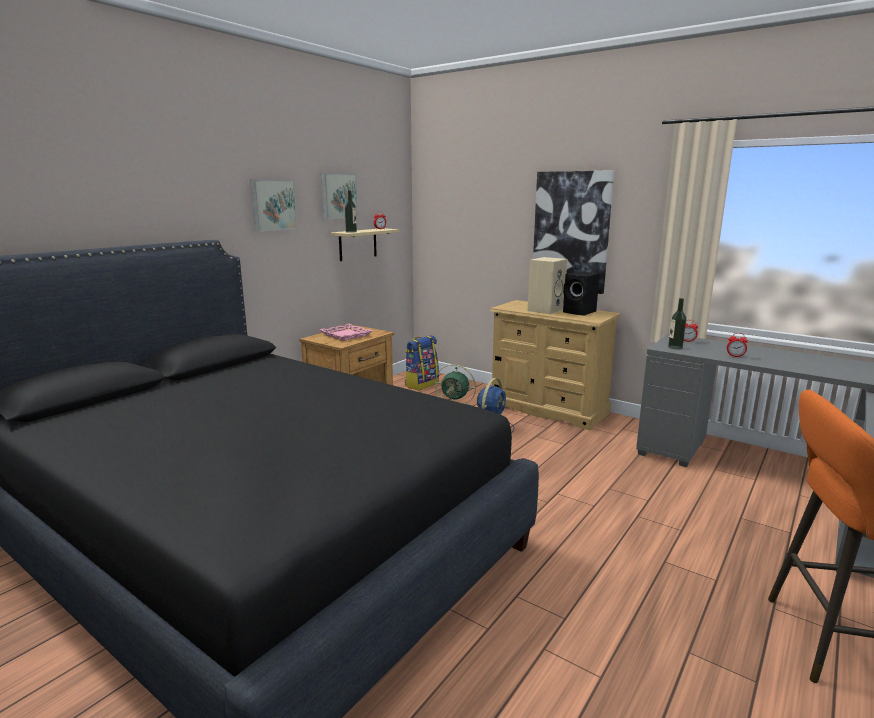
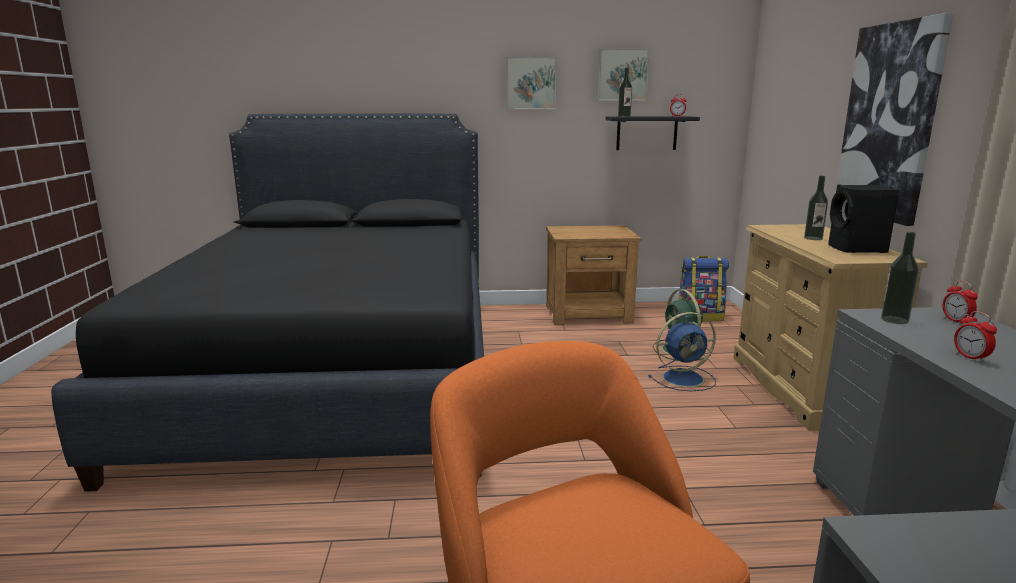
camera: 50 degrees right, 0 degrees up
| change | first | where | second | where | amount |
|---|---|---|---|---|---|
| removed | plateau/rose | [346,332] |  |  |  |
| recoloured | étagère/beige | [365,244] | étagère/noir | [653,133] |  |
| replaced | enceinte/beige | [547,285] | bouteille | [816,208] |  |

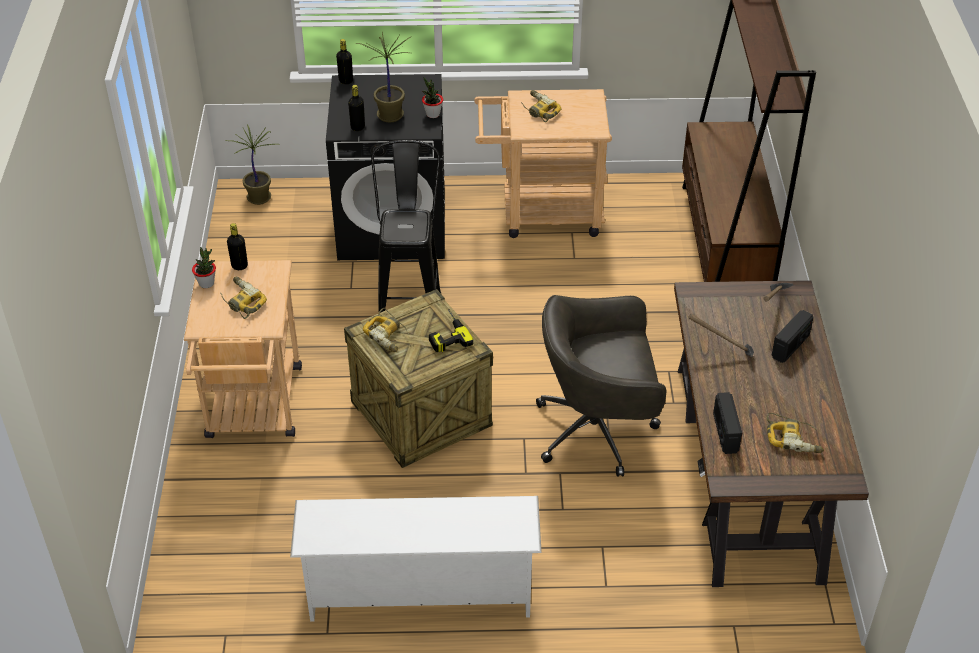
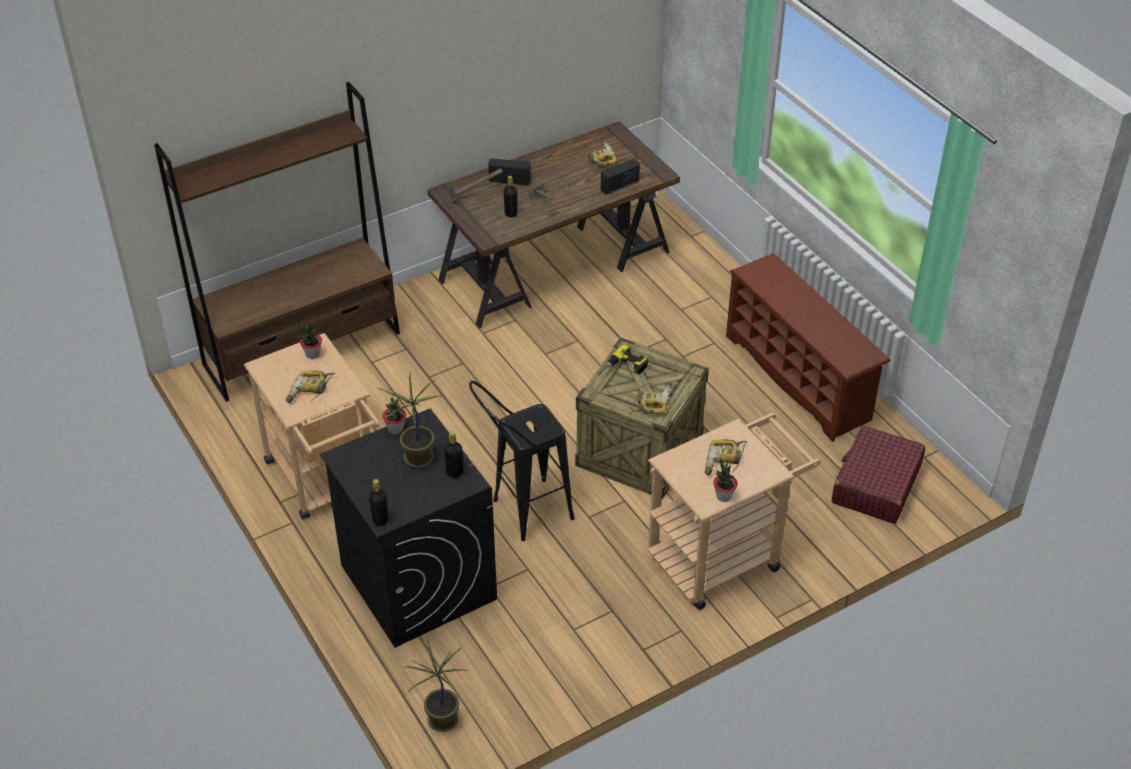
camera: 120 degrees left, 0 degrees up
| change | first | where | second | where | amount |
|---|---|---|---|---|---|
| moved | bouteille/noir | [237,246] |  | [510,196] |  |
| recoloured | étagère à chaussures/blanc | [416,558] | étagère à chaussures/marron | [808,347] |  |
| removed | chaise de bureau/gris | [601,386] |  |  |  |
| added |  |  | plante en pot | [310,341] |  |
| added |  |  | valise/rouge | [879,475] |  |

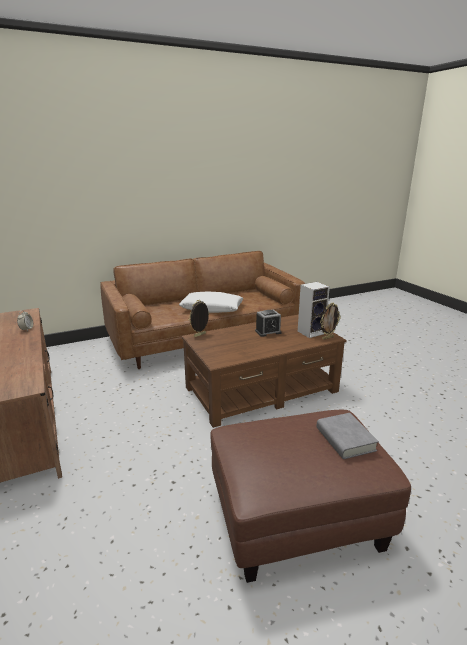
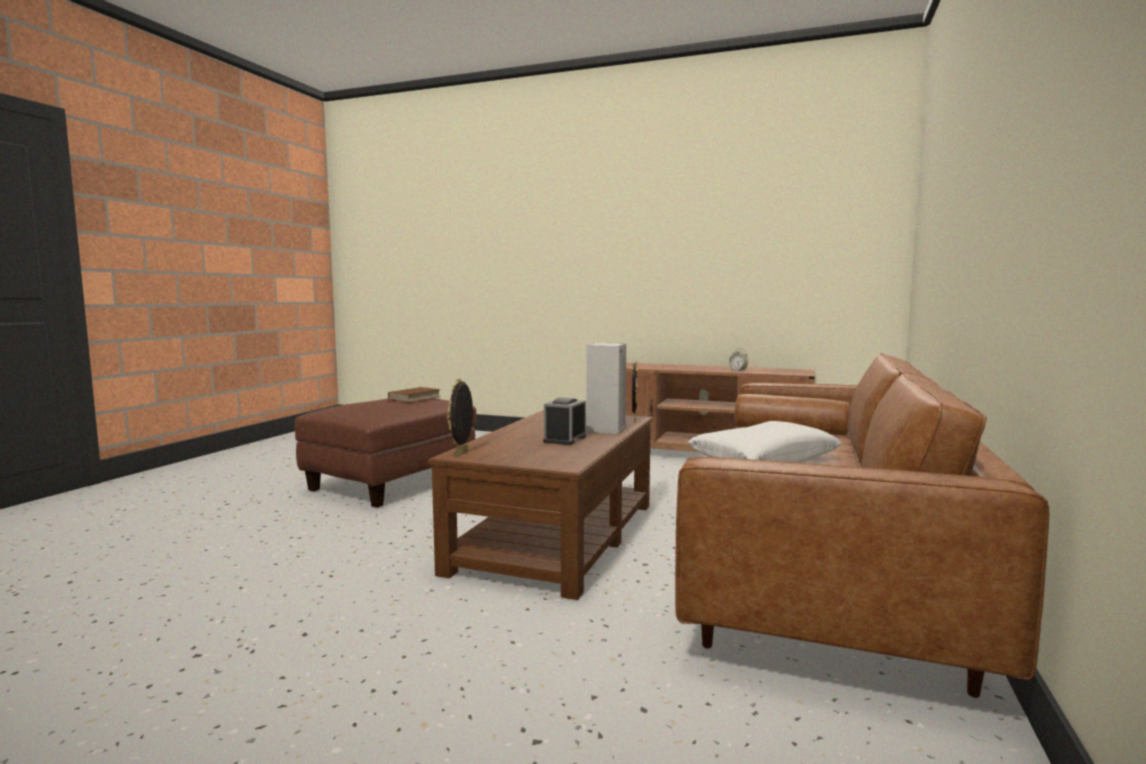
camera: 135 degrees right, 15 degrees down
| change | first | where | second | where | amount |
|---|---|---|---|---|---|
| moved | enceinte | [314,310] |  | [606,388] |  |
| removed | livre/gris | [348,436] |  |  |  |
| added |  |  | livre/marron | [414,395] |  |

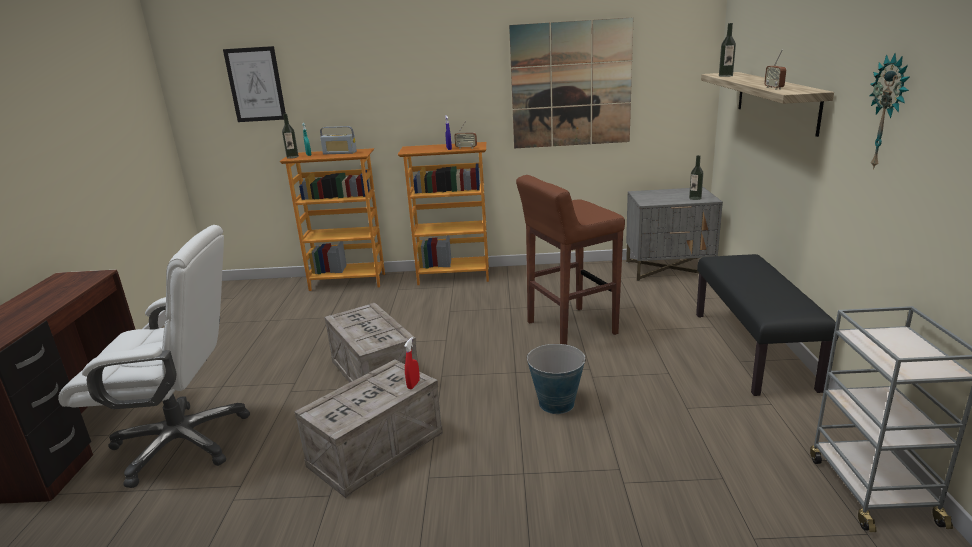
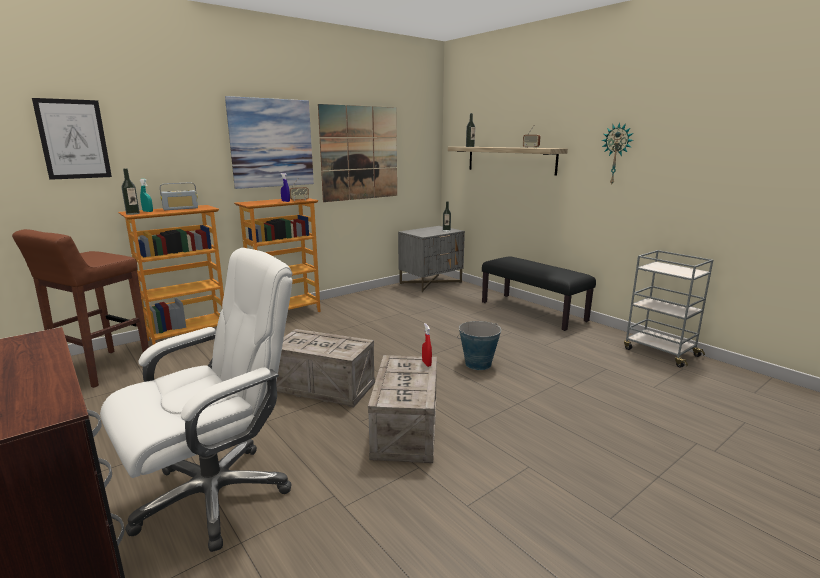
camera: 40 degrees left, 5 degrees down
| change | first | where | second | where | amount |
|---|---|---|---|---|---|
| moved | tabouret/marron | [570,260] |  | [80,308] |  |
| added |  |  | tableau | [269,142] |  |

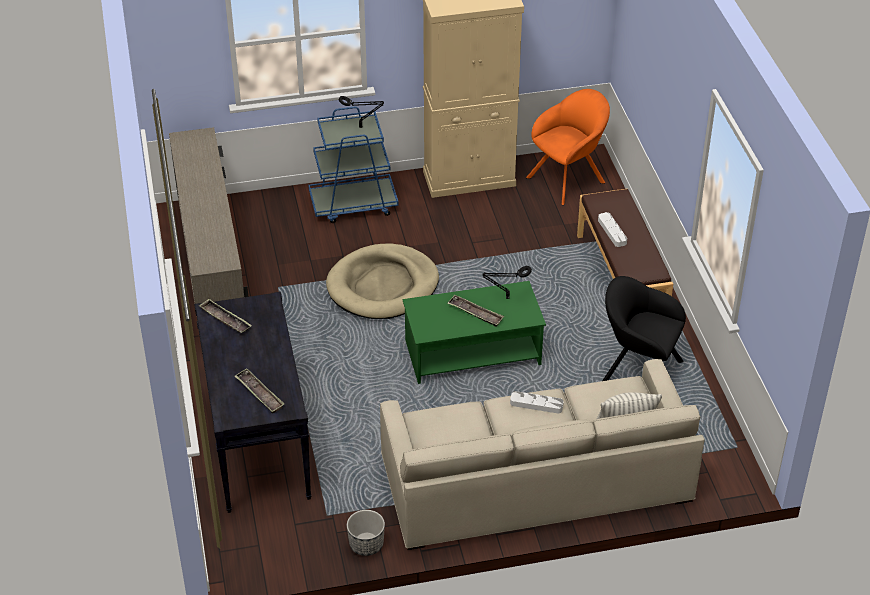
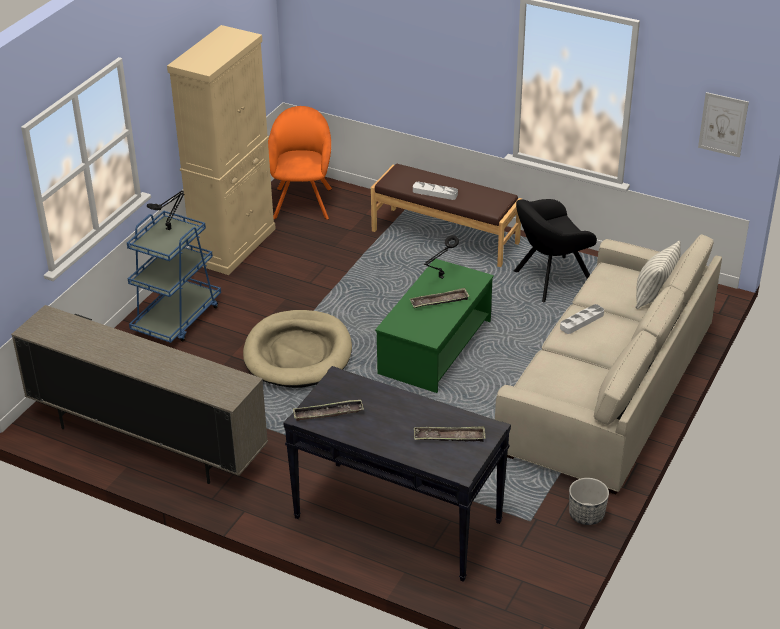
camera: 50 degrees left, 5 degrees down
| change | first | where | second | where | amount |
|---|---|---|---|---|---|
| added |  |  | tableau | [723,124] |  |

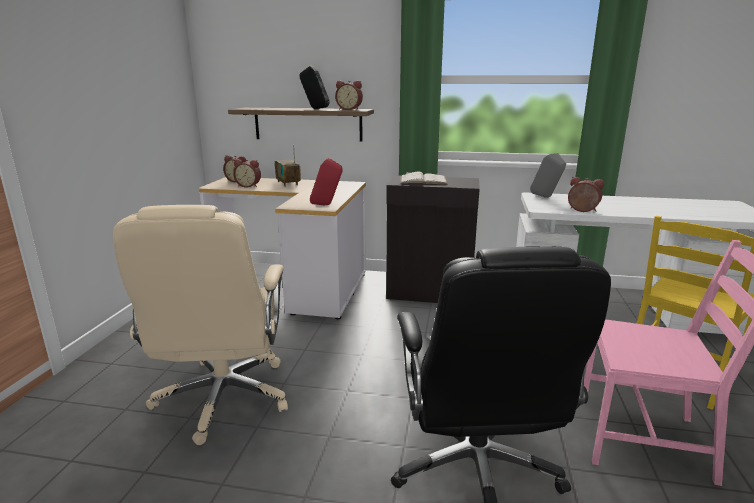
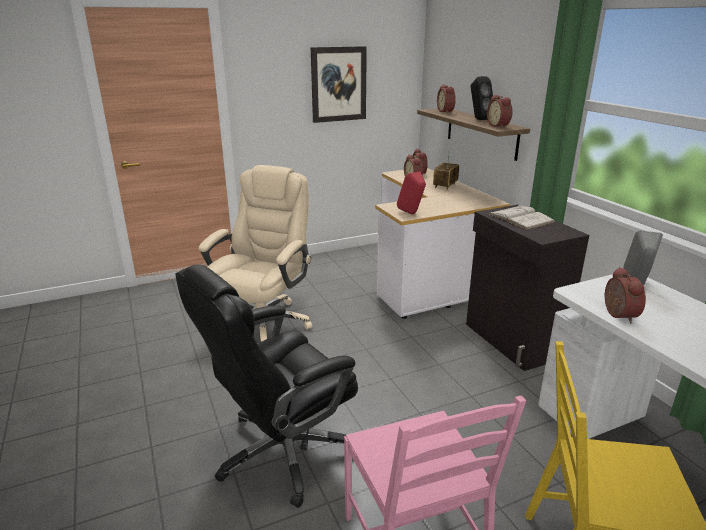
camera: 55 degrees right, 5 degrees up
| change | first | where | second | where | amount |
|---|---|---|---|---|---|
| turned | chaise de bureau/beige | [200,325] |  | [255,253] | 150 degrees clockwise |
| added |  |  | tableau | [339,84] |  |
| added |  |  | réveil | [446,99] |  |

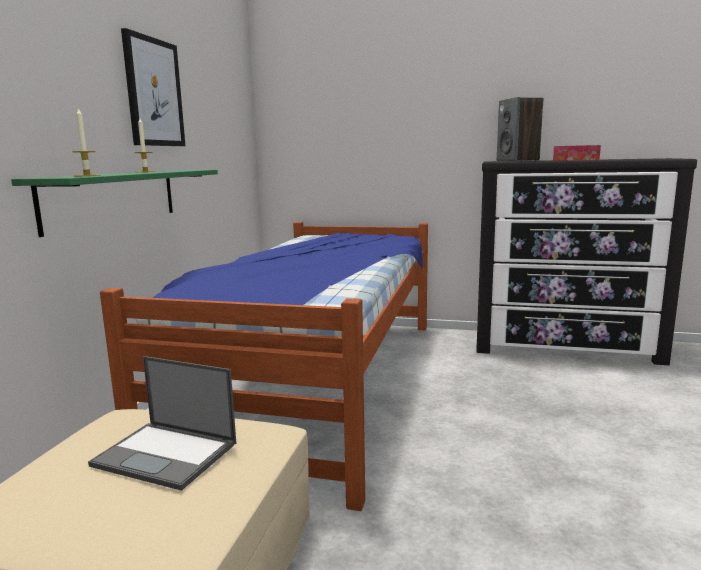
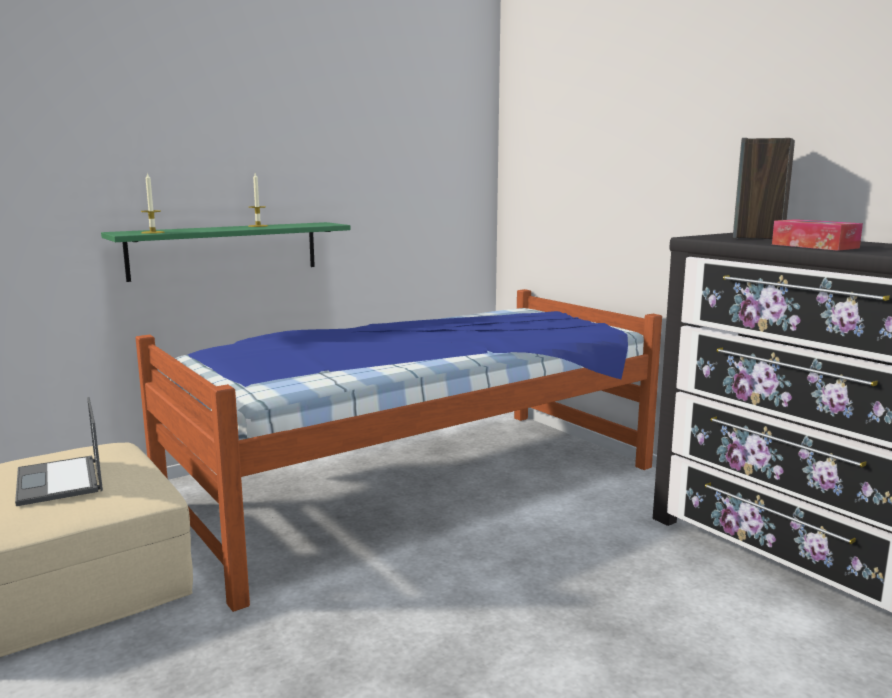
camera: 40 degrees right, 0 degrees up
| change | first | where | second | where | amount |
|---|---|---|---|---|---|
| removed | tableau | [153,87] |  |  |  |

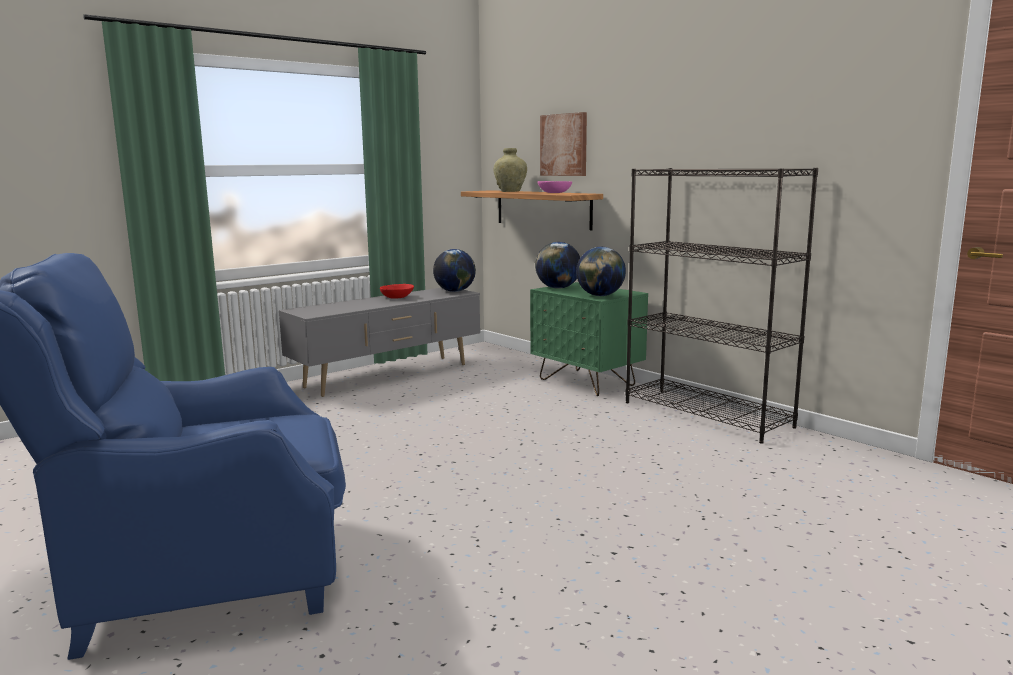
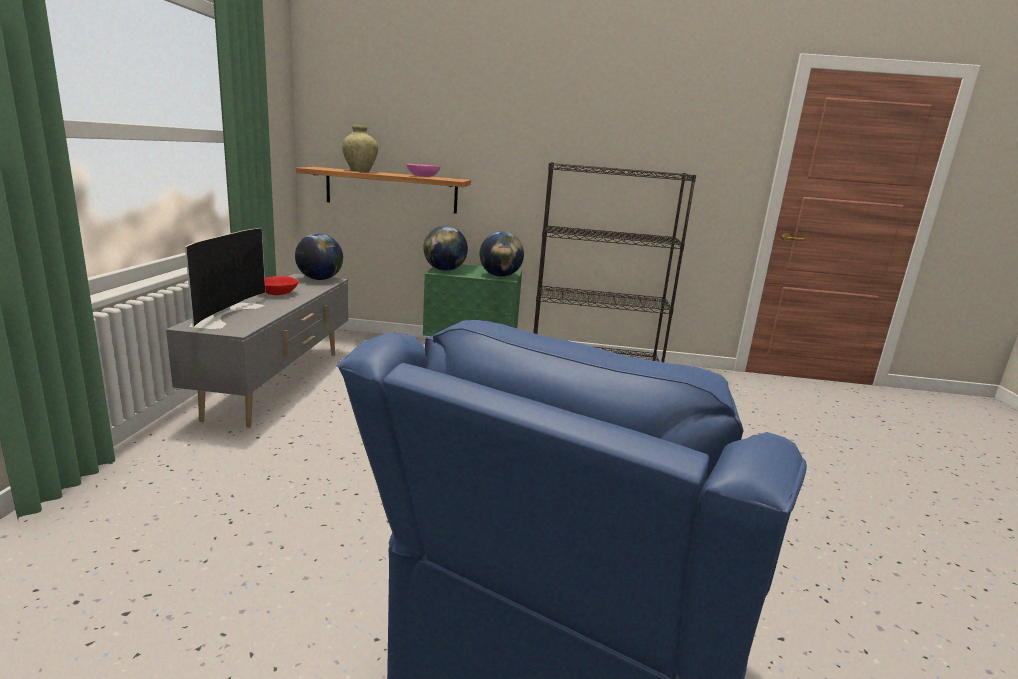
camera: 45 degrees left, 5 degrees up
| change | first | where | second | where | amount |
|---|---|---|---|---|---|
| removed | tableau | [563,144] |  |  |  |
| added |  |  | téléviseur | [225,278] |  |

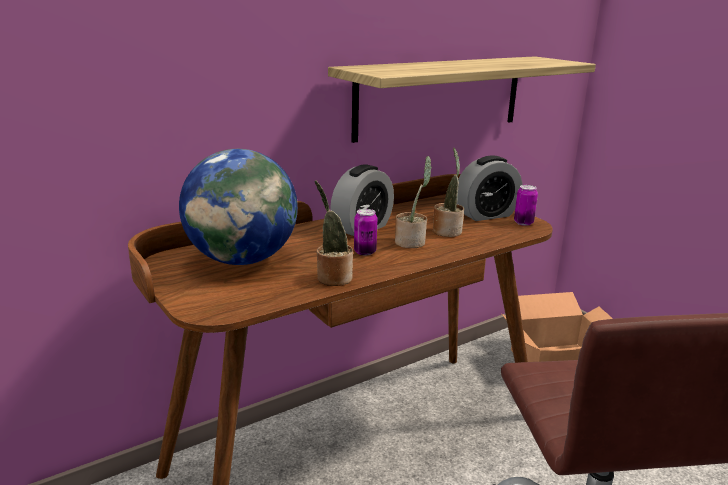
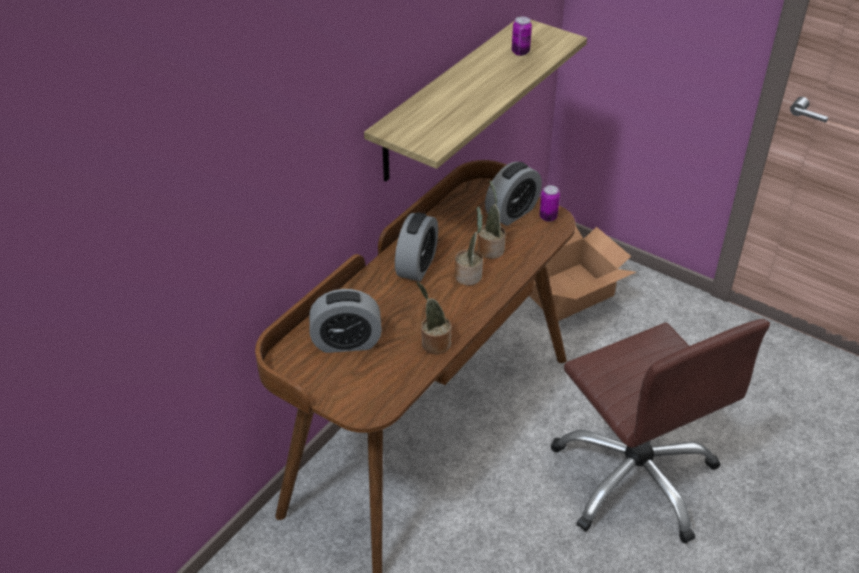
camera: 20 degrees left, 20 degrees up
| change | first | where | second | where | amount |
|---|---|---|---|---|---|
| replaced | globe | [238,207] | réveil | [345,321] |  |
| moved | boîte métallique | [365,232] |  | [522,36] |  |

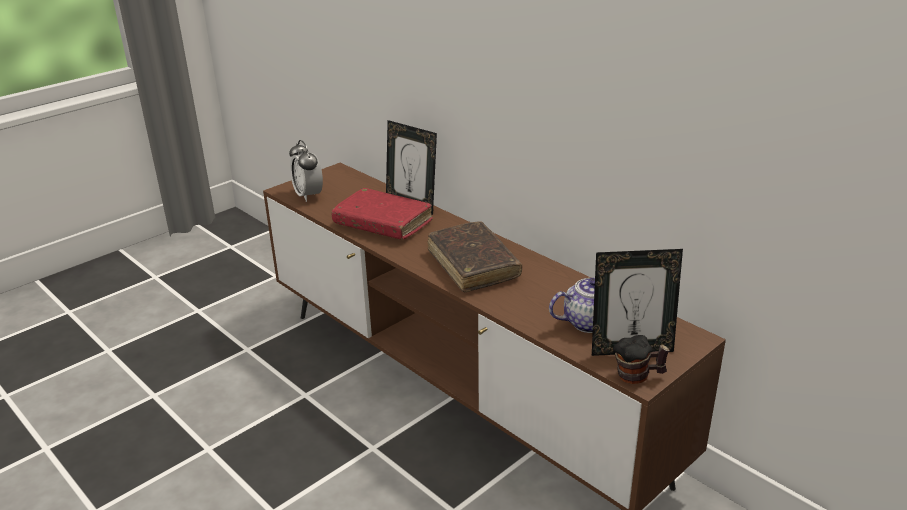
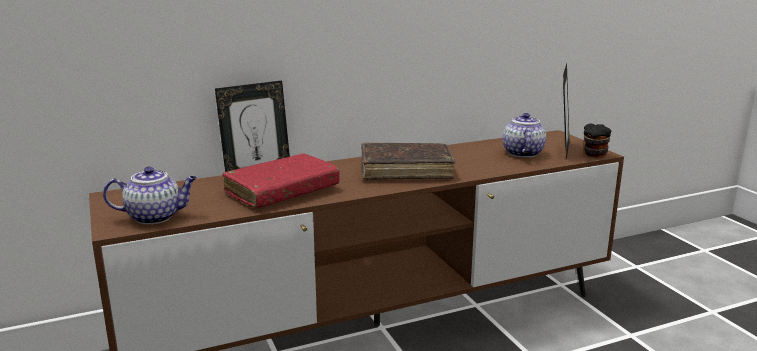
camera: 70 degrees left, 10 degrees down
| change | first | where | second | where | amount |
|---|---|---|---|---|---|
| replaced | réveil | [306,171] | théière | [150,195] |  |

